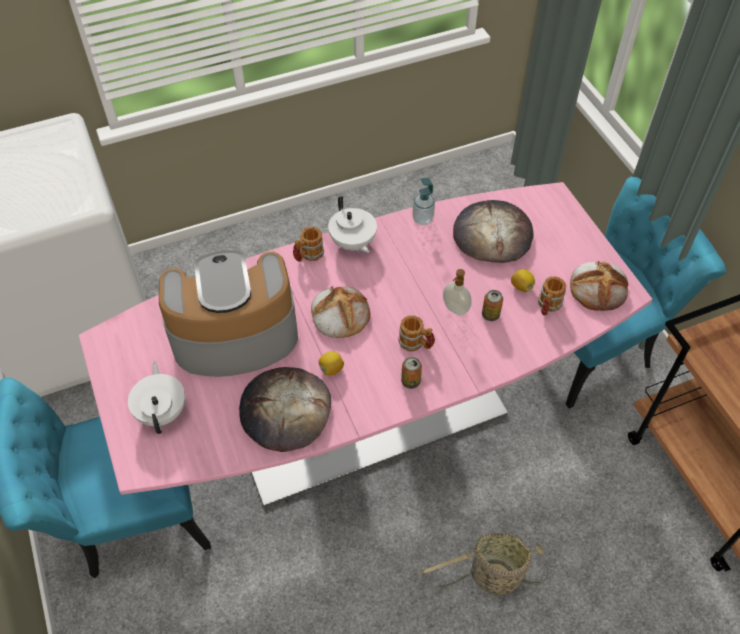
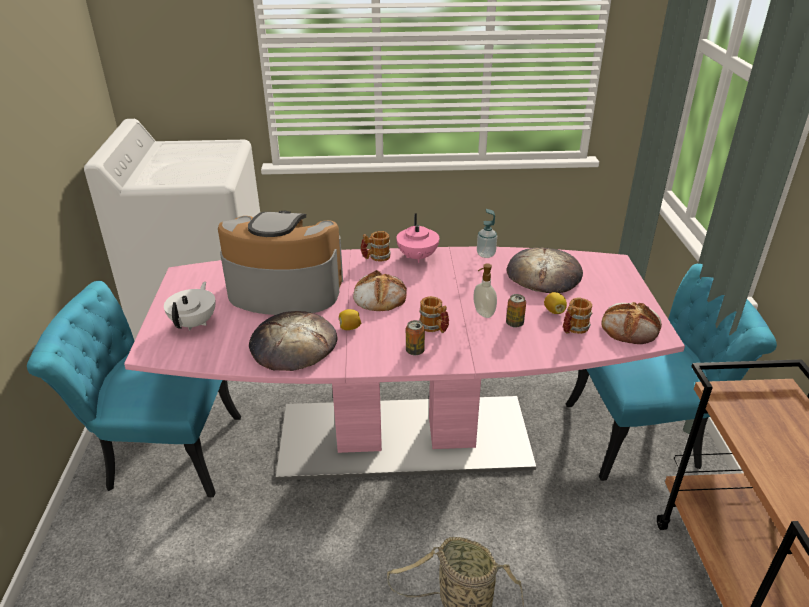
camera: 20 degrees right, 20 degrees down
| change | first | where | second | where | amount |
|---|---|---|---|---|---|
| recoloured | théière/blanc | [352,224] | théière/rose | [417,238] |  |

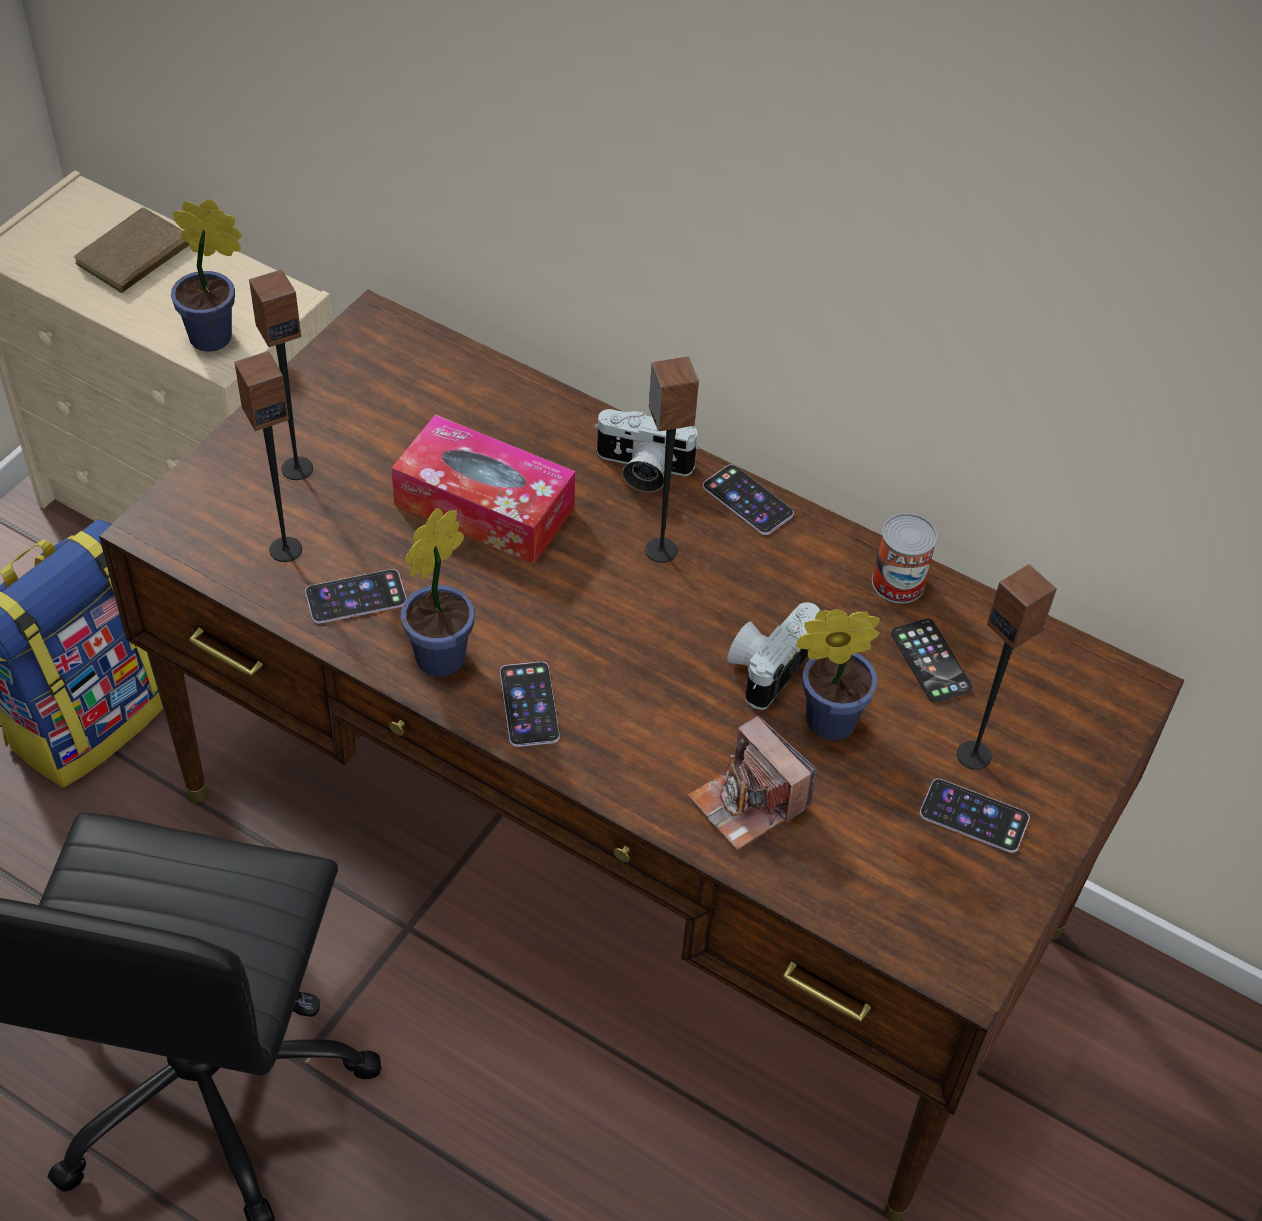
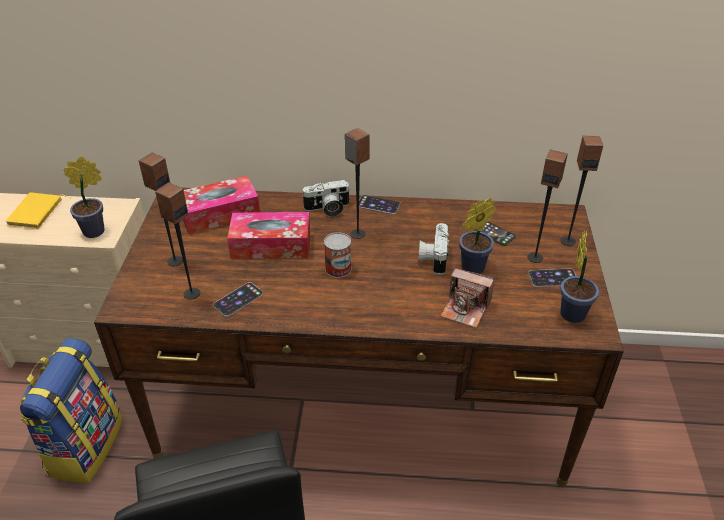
camera: 25 degrees left, 10 degrees down
| change | first | where | second | where | amount |
|---|---|---|---|---|---|
| recoloured | livre/marron | [131,250] | livre/jaune | [38,210] |  |
| moved | plante en pot | [438,592] |  | [579,277] |  |
| removed | téléphone | [530,704] |  |  |  |
| moved | boîte métallique | [904,558] |  | [337,255] |  |
| added |  |  | boîte à mouchoirs | [221,205] |  |
| added |  |  | enceinte | [581,191] |  |

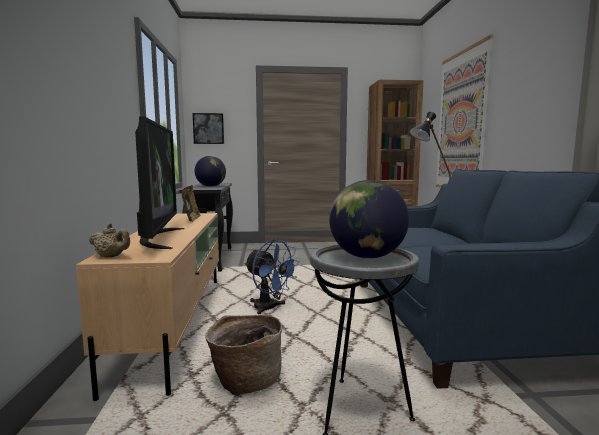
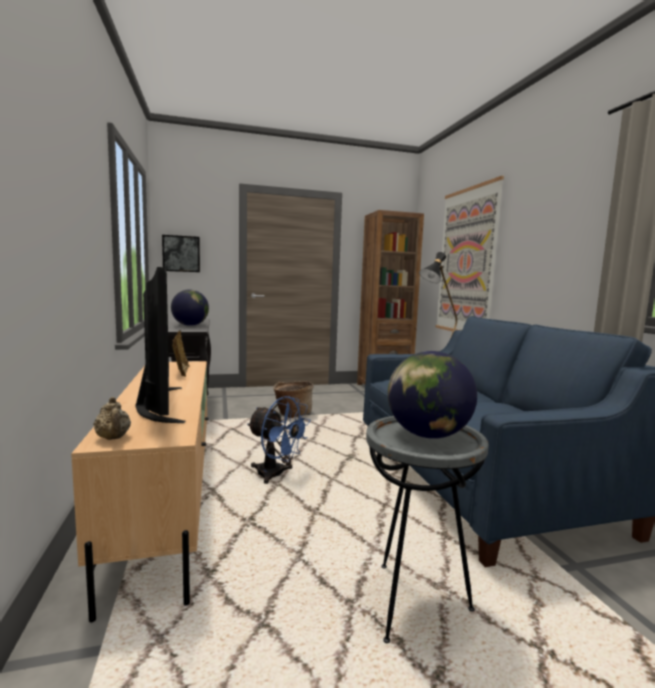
camera: 10 degrees left, 0 degrees up
| change | first | where | second | where | amount |
|---|---|---|---|---|---|
| turned | théière/beige | [109,240] |  | [112,418] | 45 degrees clockwise |
| moved | panier | [243,355] |  | [293,399] |  |

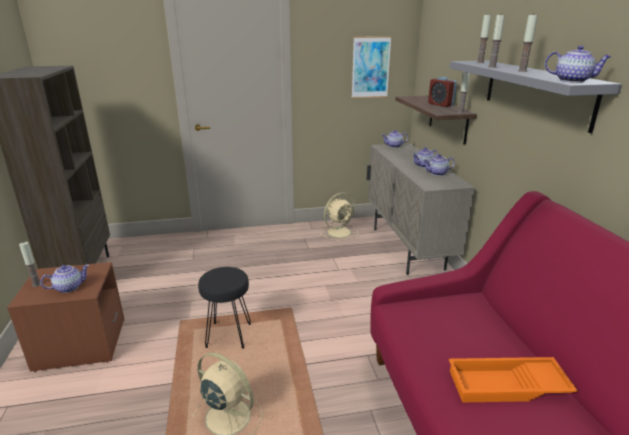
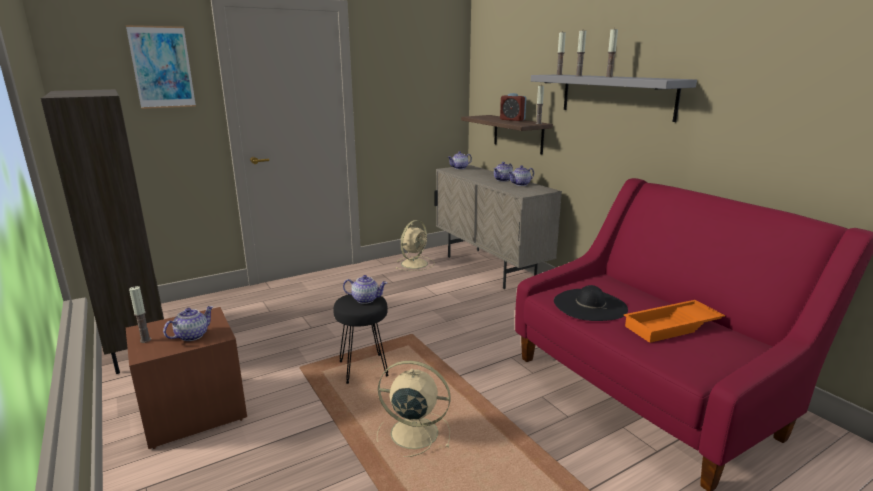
camera: 20 degrees left, 5 degrees down
| change | first | where | second | where | amount |
|---|---|---|---|---|---|
| moved | tableau | [372,67] |  | [161,67] |  |
| moved | théière | [578,64] |  | [365,289] |  |
| added |  |  | chapeau/noir | [591,303] |  |

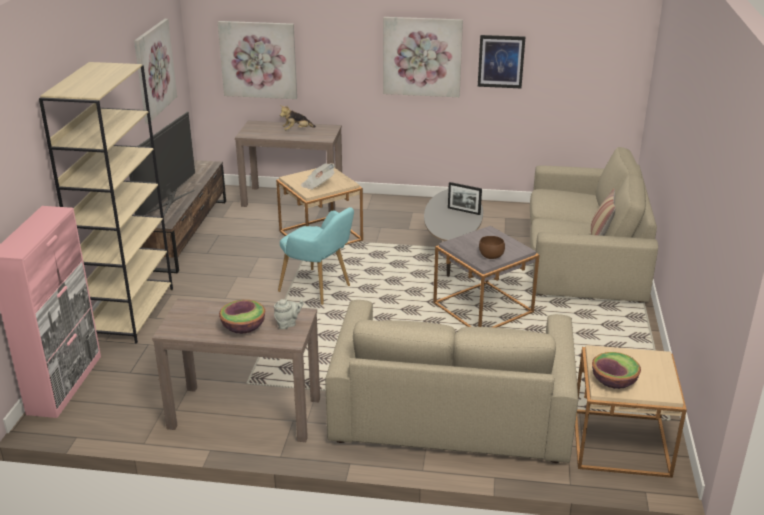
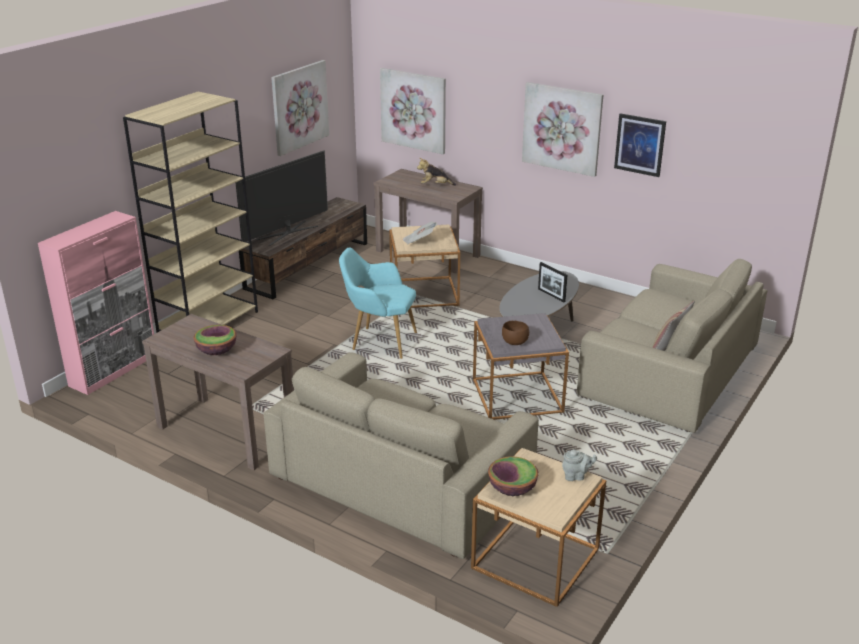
camera: 25 degrees right, 0 degrees up
| change | first | where | second | where | amount |
|---|---|---|---|---|---|
| moved | théière/gris | [289,314] |  | [579,465] |  |
| turned | fauteuil/turquoise | [316,256] |  | [378,303] | 135 degrees clockwise |

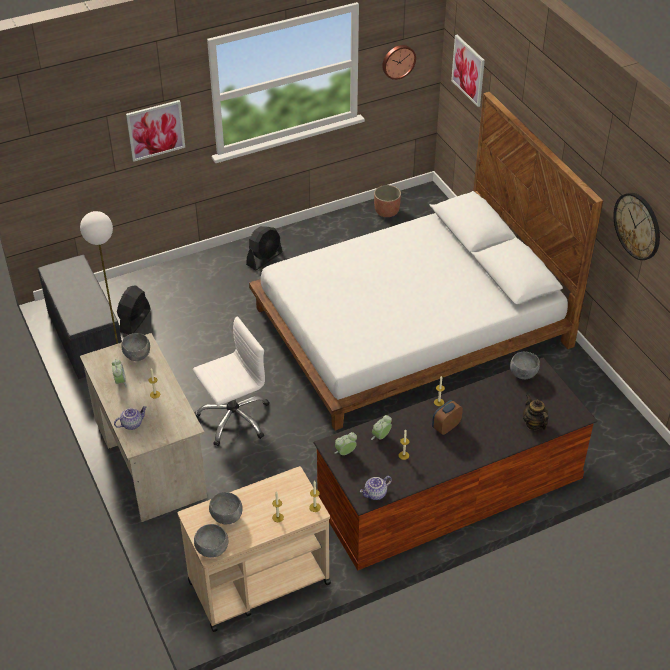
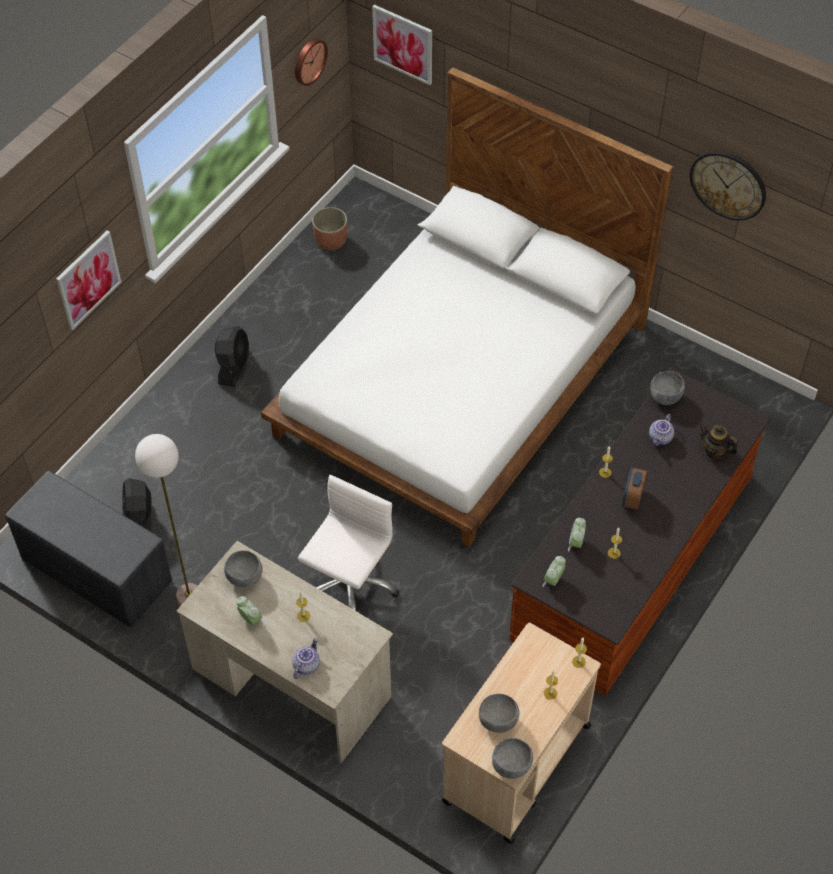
camera: 30 degrees left, 10 degrees up
| change | first | where | second | where | amount |
|---|---|---|---|---|---|
| moved | théière | [376,488] |  | [661,430] |  |

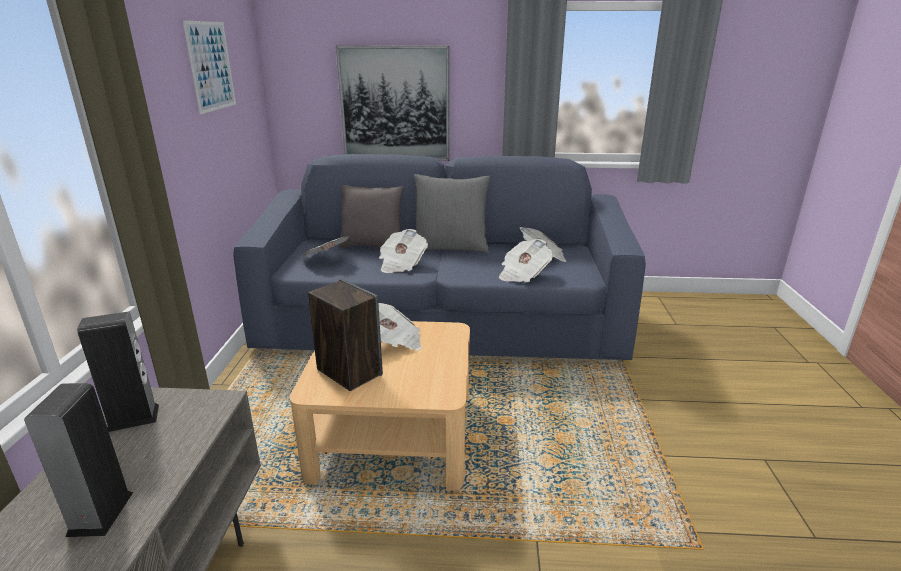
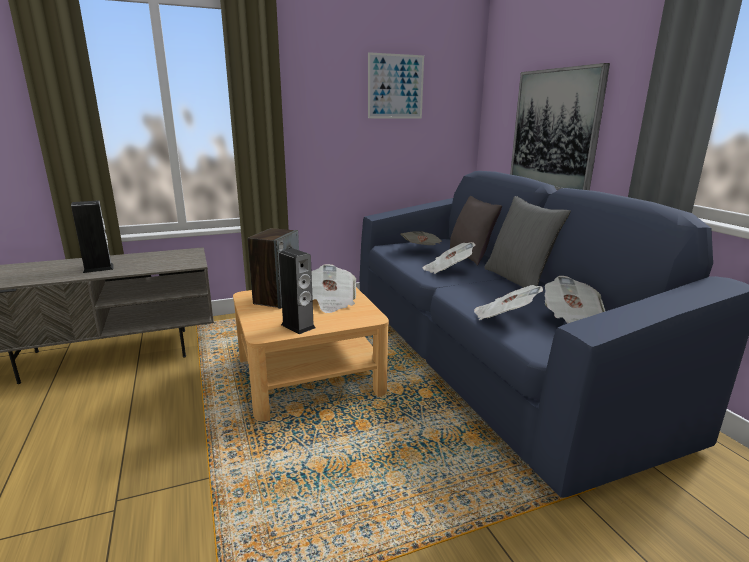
camera: 65 degrees right, 5 degrees down
| change | first | where | second | where | amount |
|---|---|---|---|---|---|
| moved | enceinte | [118,372] |  | [297,291] |  |

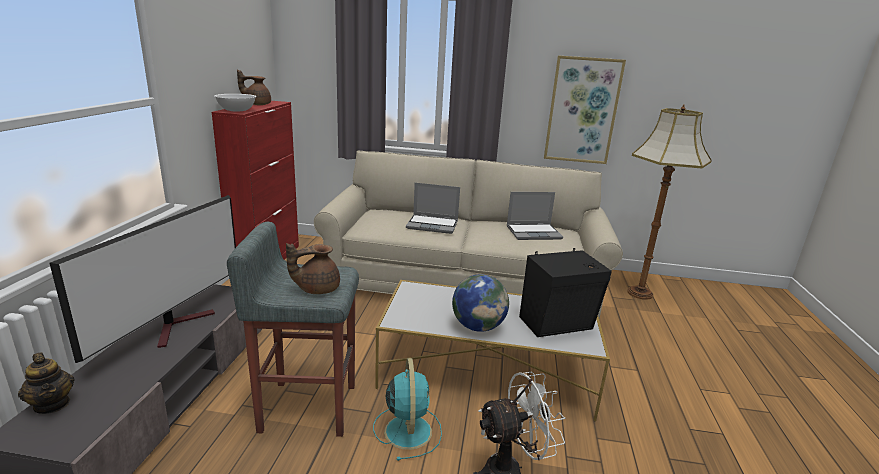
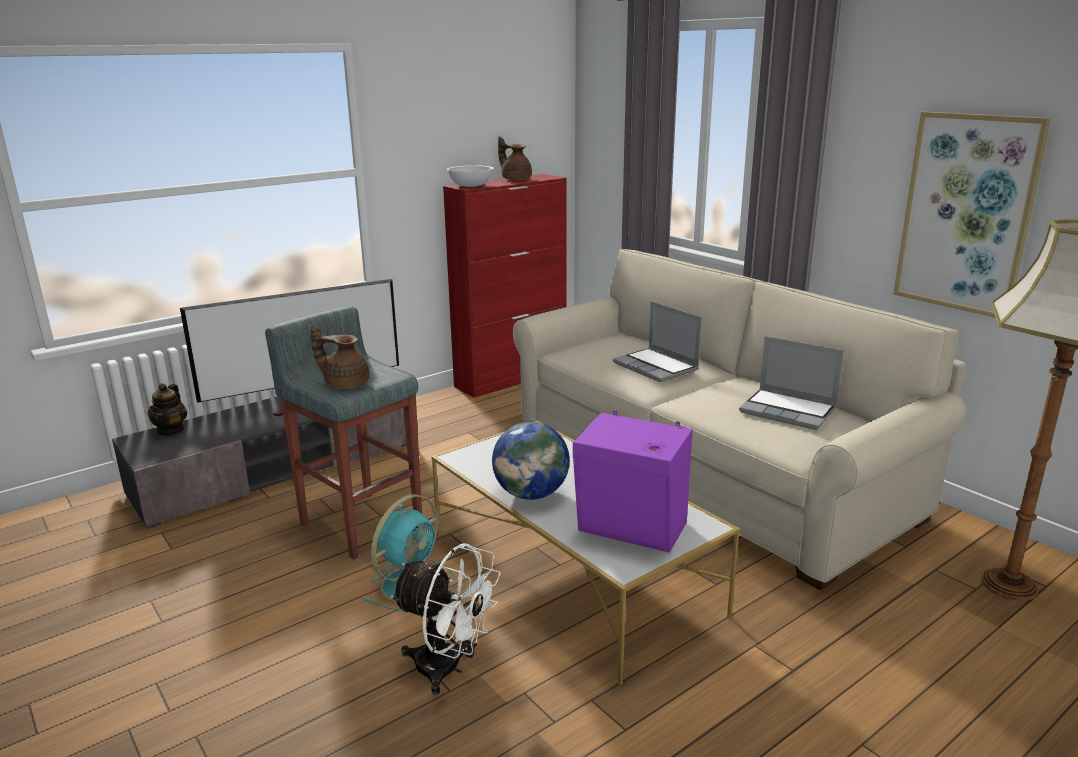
camera: 45 degrees right, 0 degrees up
| change | first | where | second | where | amount |
|---|---|---|---|---|---|
| recoloured | enceinte/noir | [565,292] | enceinte/violet | [633,481] |  |

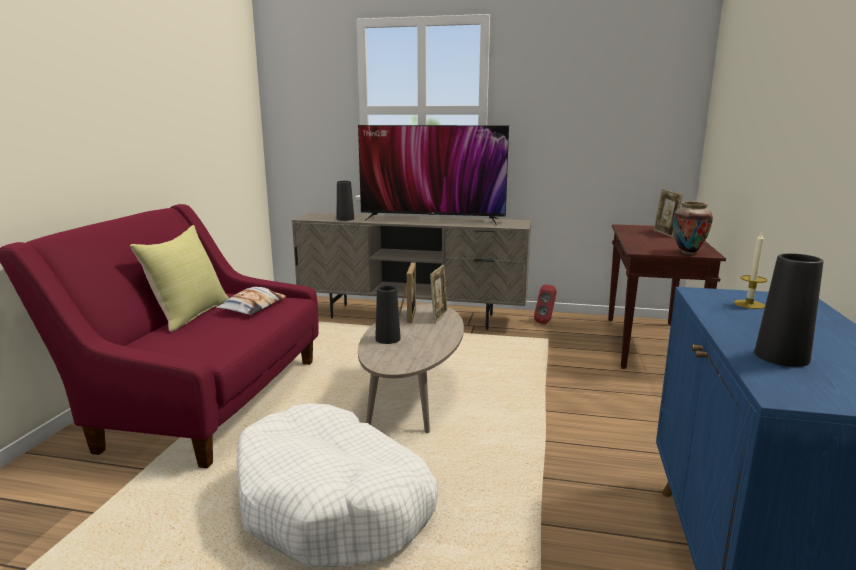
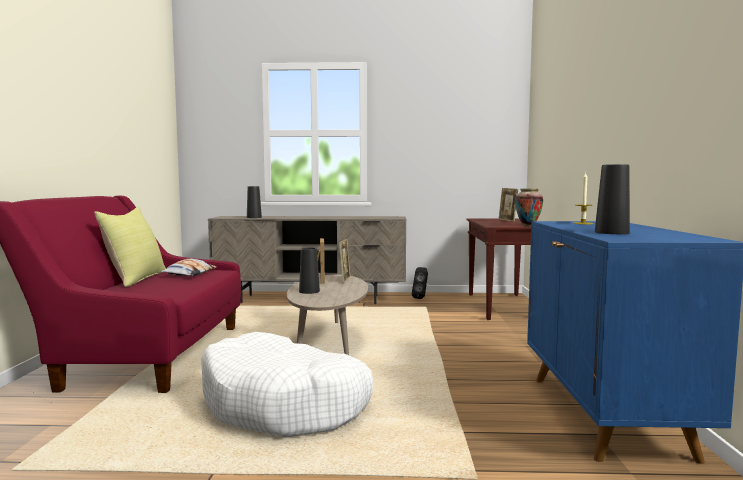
camera: 10 degrees left, 10 degrees down
| change | first | where | second | where | amount |
|---|---|---|---|---|---|
| removed | téléviseur | [433,175] |  |  |  |
| recoloured | enceinte/rouge | [545,304] | enceinte/noir | [420,283] |  |

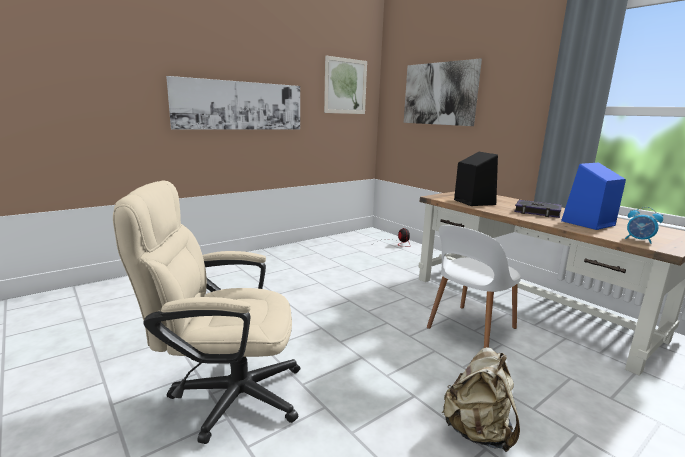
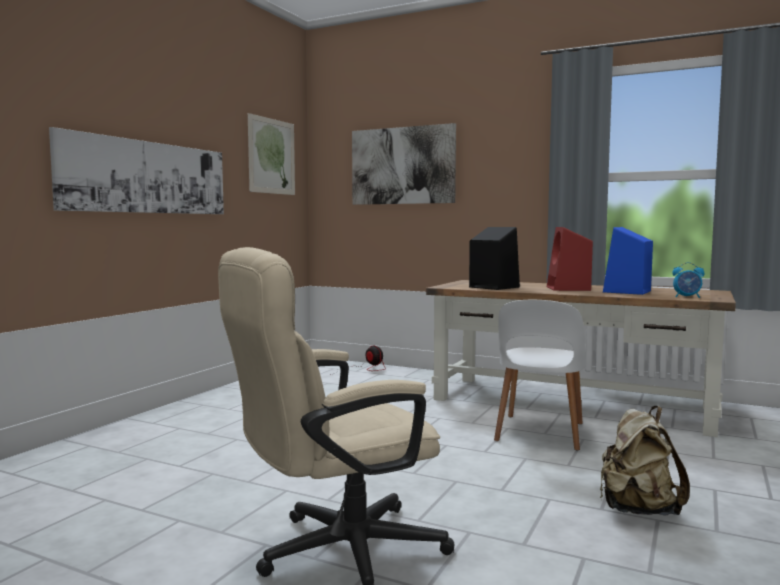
camera: 25 degrees left, 10 degrees down
| change | first | where | second | where | amount |
|---|---|---|---|---|---|
| replaced | livre | [538,209] | enceinte/rouge | [570,259] |  |

